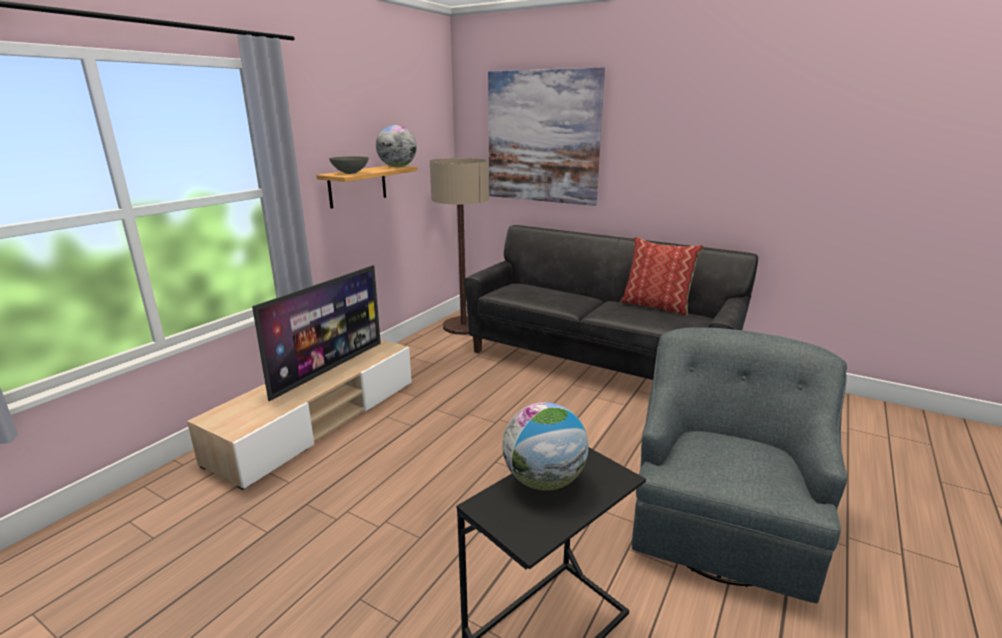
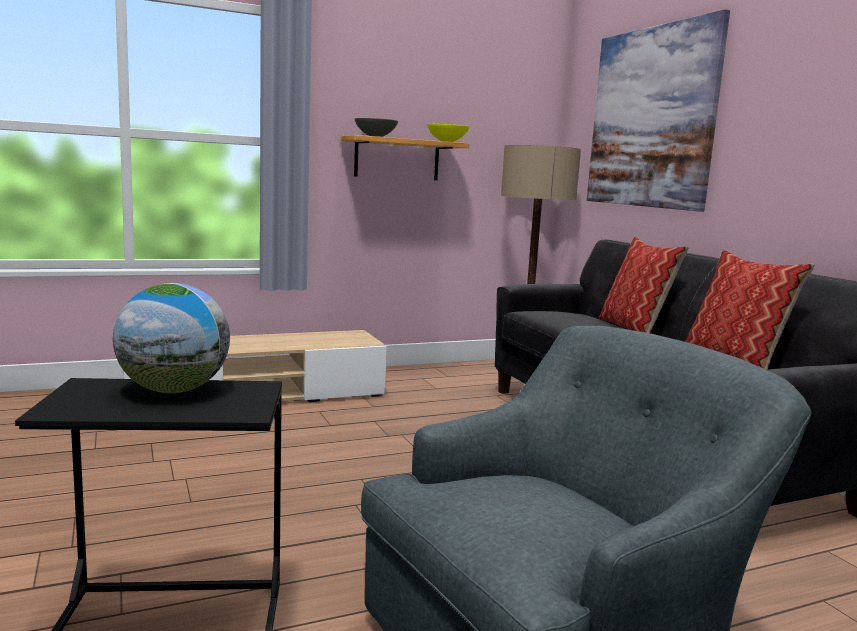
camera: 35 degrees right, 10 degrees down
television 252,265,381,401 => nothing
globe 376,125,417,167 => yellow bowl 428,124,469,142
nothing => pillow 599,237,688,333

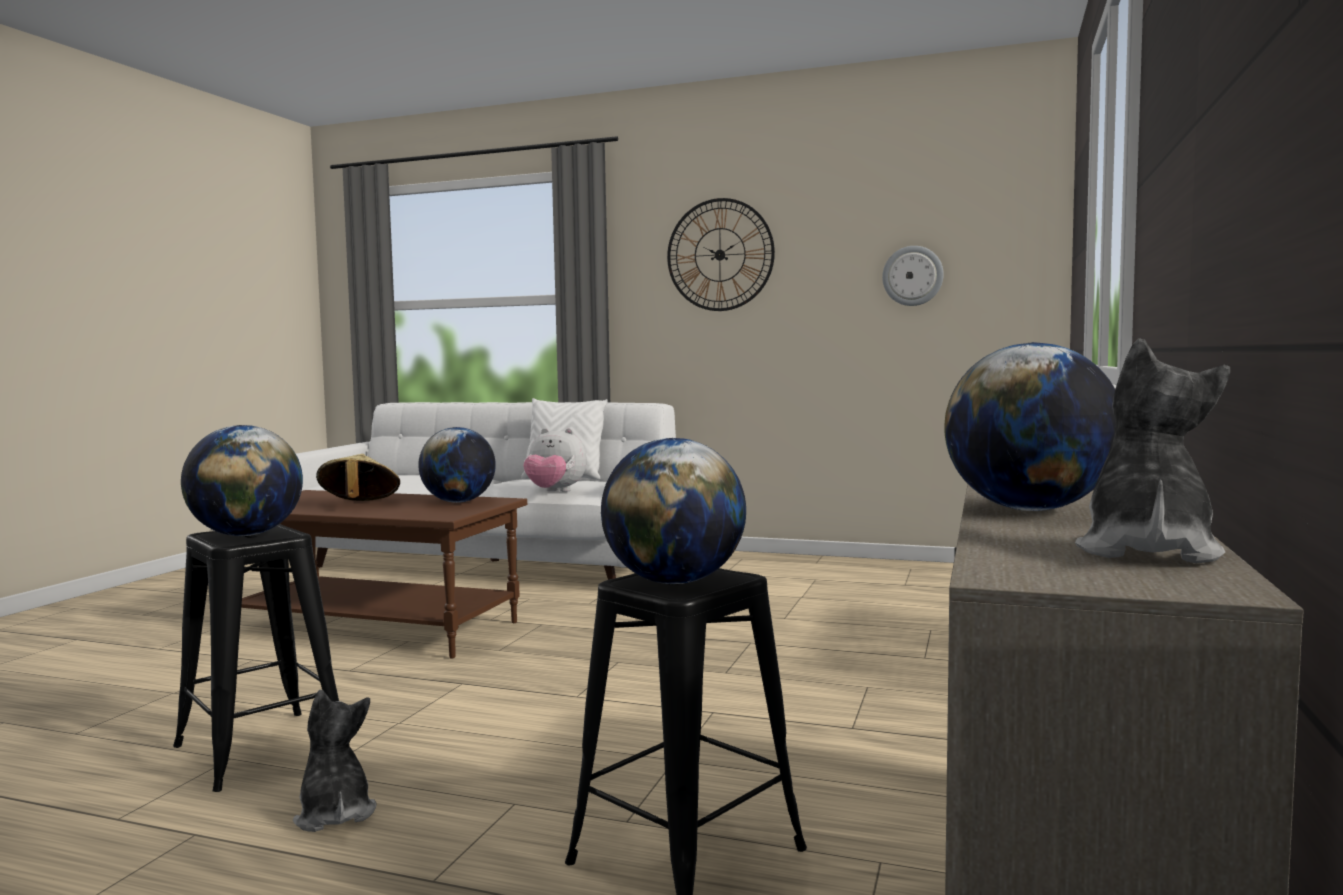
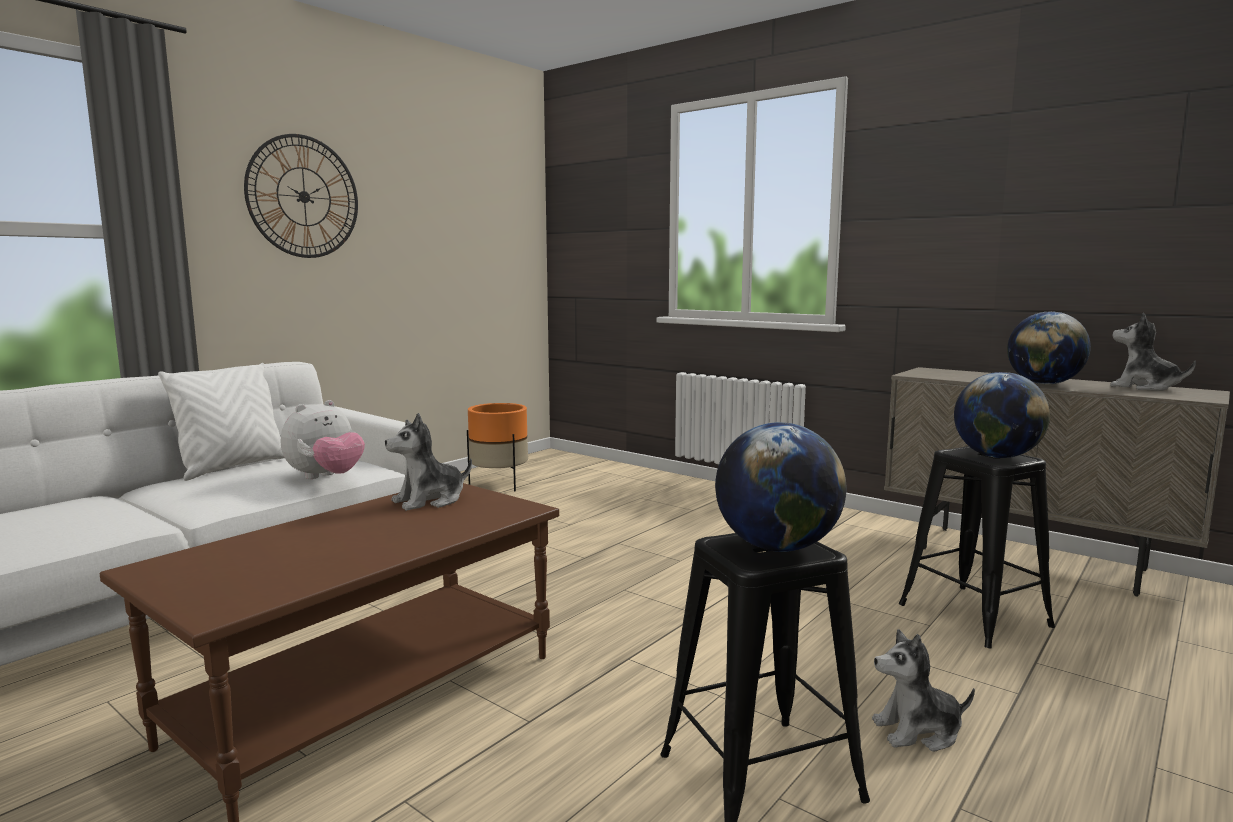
camera: 70 degrees left, 5 degrees up
beige hat 316,454,400,501 => nothing
globe 418,427,496,503 => plush toy 385,413,472,511
wall clock 882,246,944,306 => nothing
nothing => orange planter 467,403,528,491

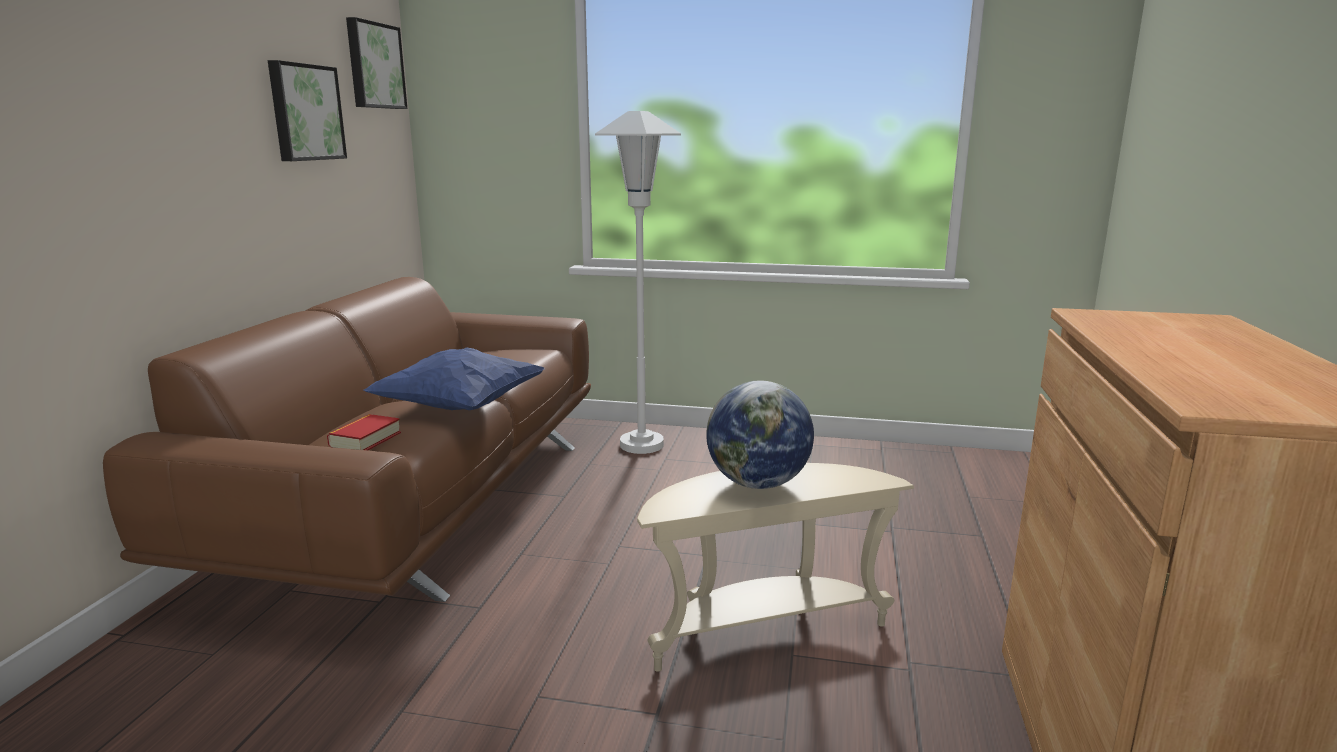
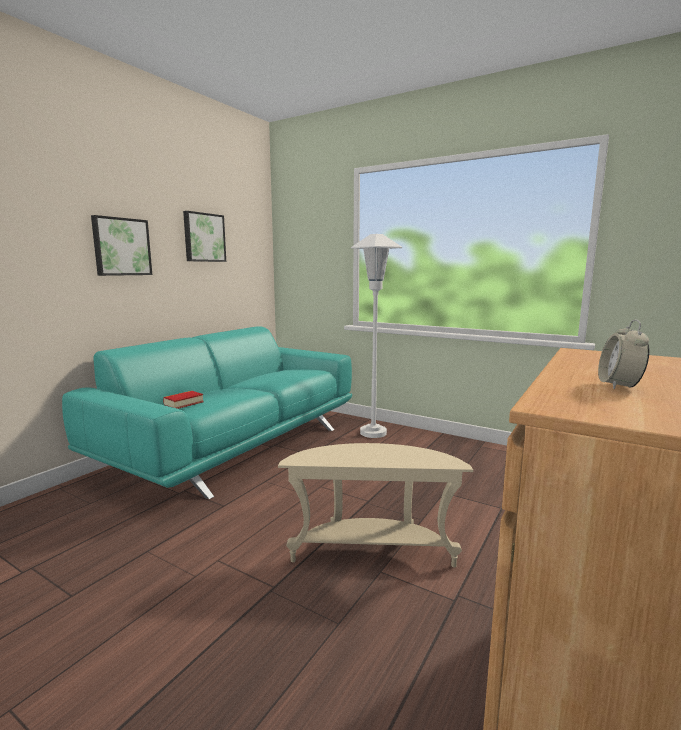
camera: 20 degrees right, 5 degrees down
brown sofa 103,277,591,602 => turquoise sofa 62,326,352,499
picture 346,17,407,109 => picture 91,215,152,276, shifted
blue pillow 363,347,544,410 => nothing
globe 706,380,814,489 => nothing
nothing => alarm clock 598,319,650,389

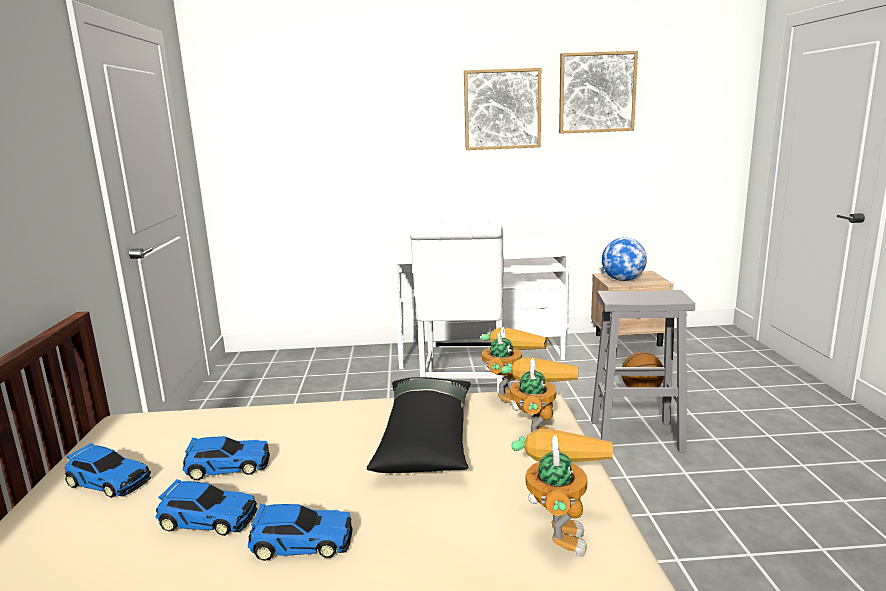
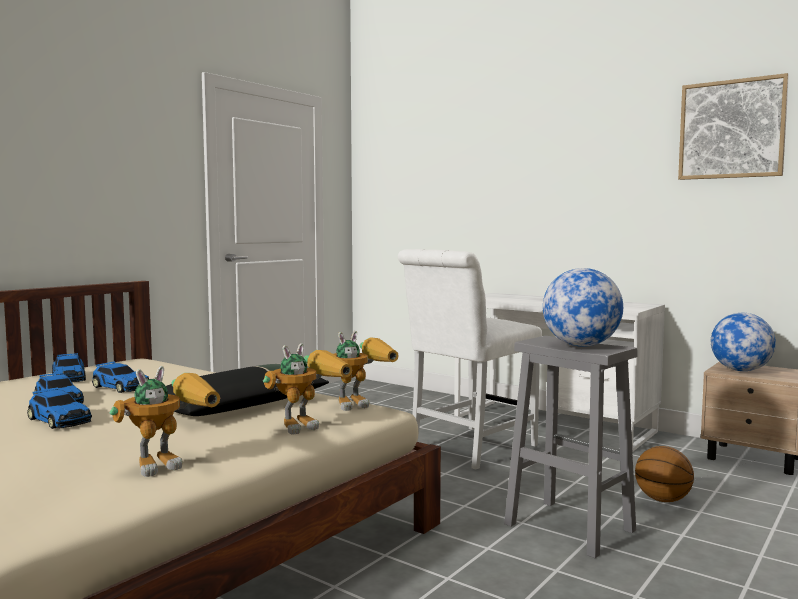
camera: 40 degrees right, 10 degrees down
picture 464,68,541,150 => nothing
nothing => globe 543,268,623,347

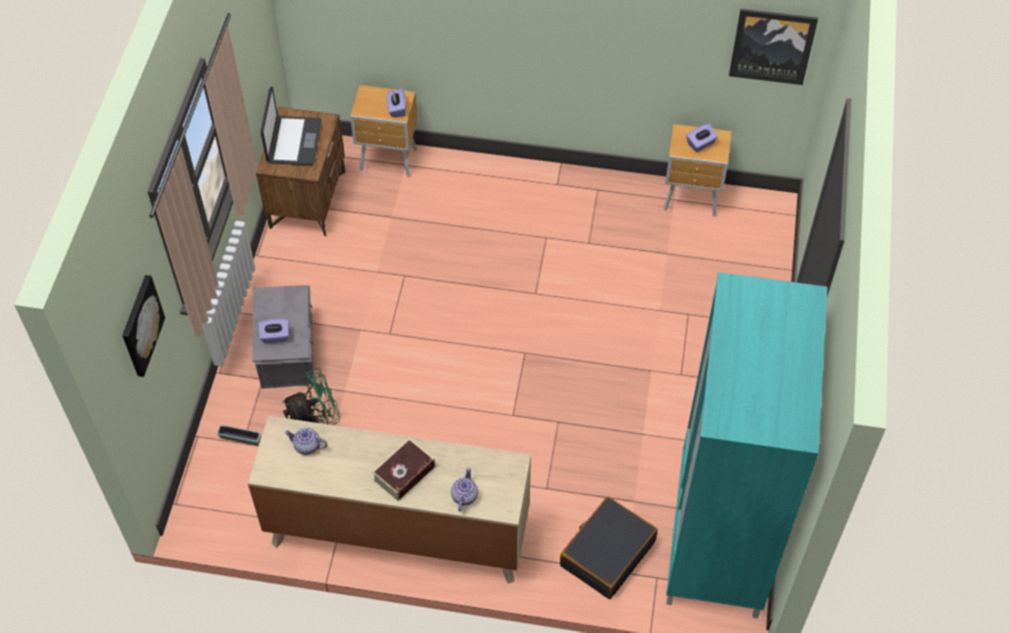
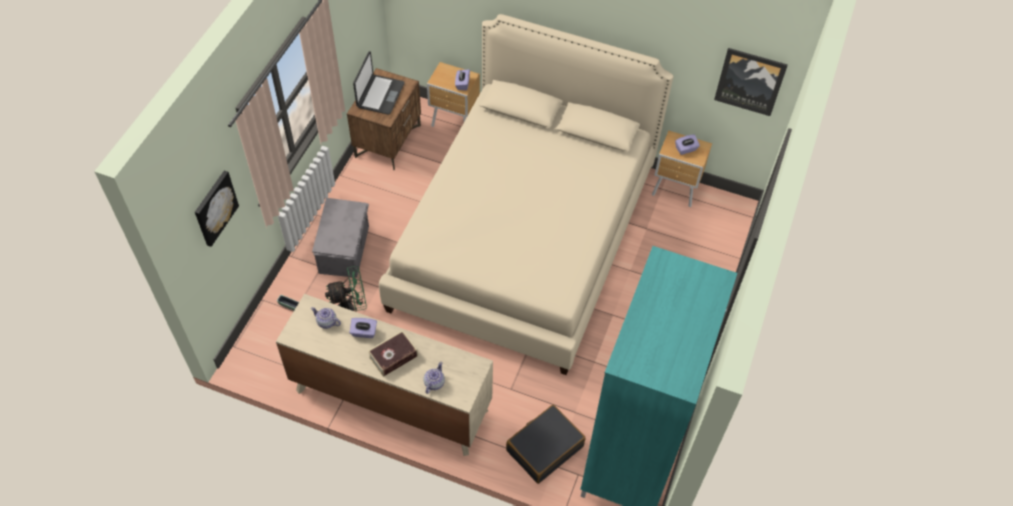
camera: 10 degrees right, 0 degrees up
purple tissue box 258,319,289,343 => purple tissue box 349,318,377,338, shifted
nothing => beige bed 379,14,673,375

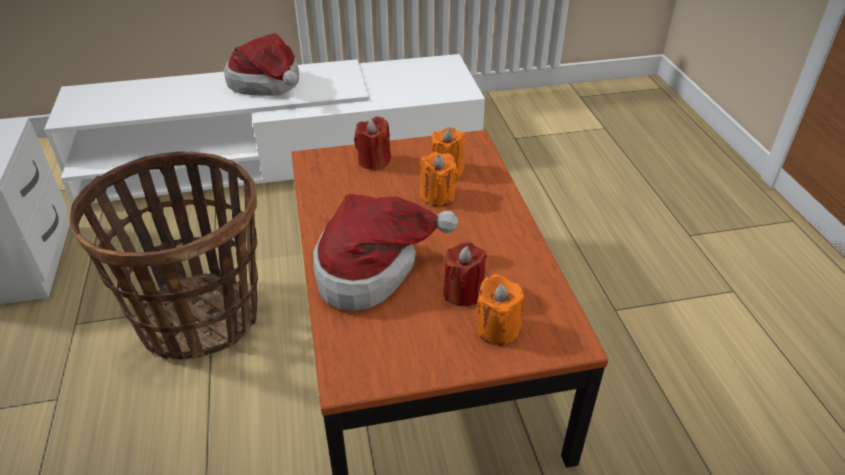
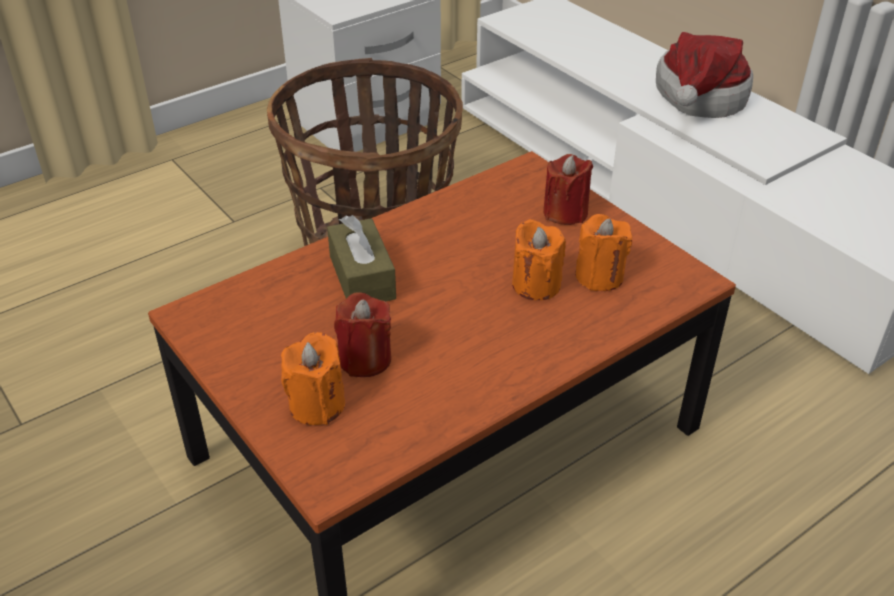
camera: 65 degrees right, 0 degrees up
hat 313,194,458,311 => brown tissue box 327,215,396,301

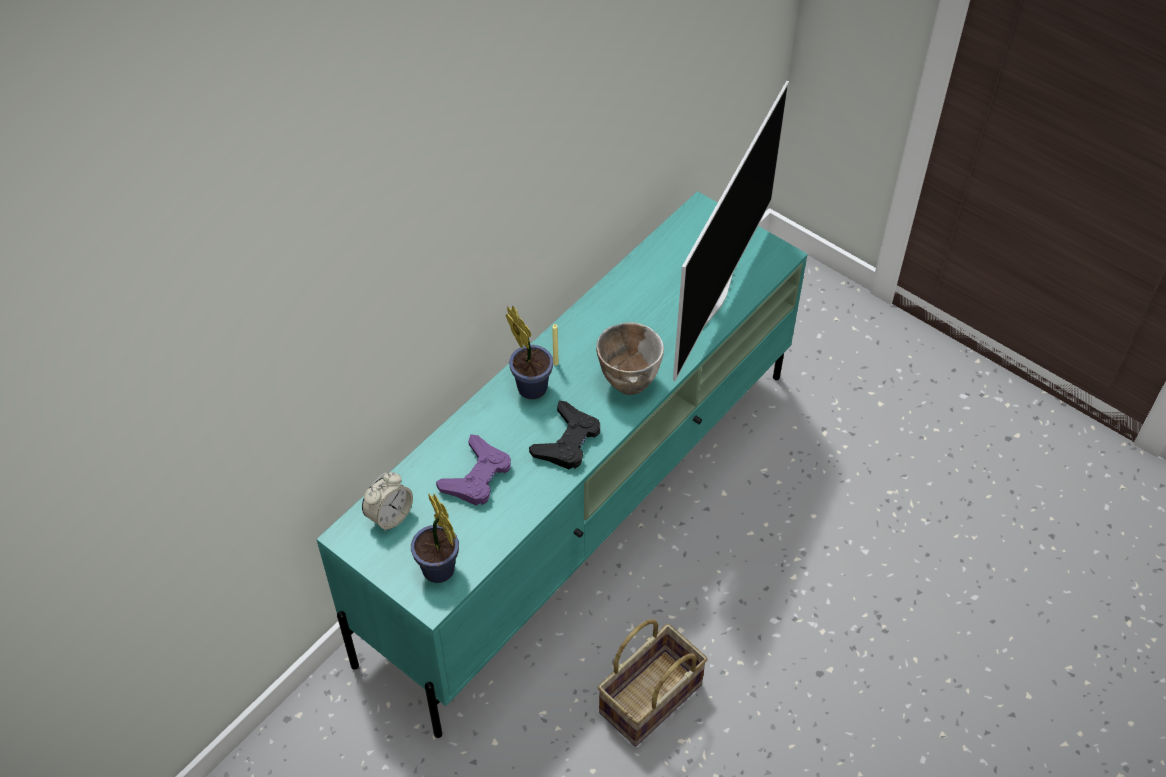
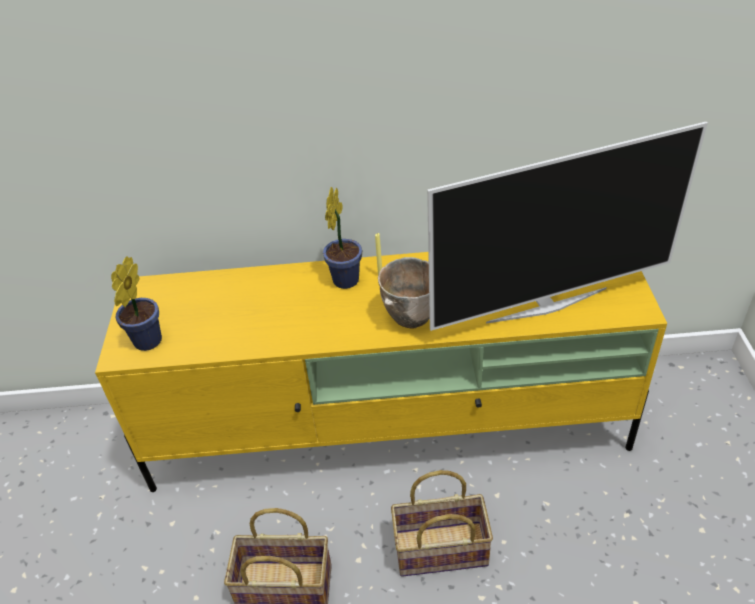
camera: 50 degrees right, 10 degrees down
turquoise tv stand 316,191,808,738 => yellow tv stand 95,252,667,492
alarm clock 362,472,413,532 => nothing
purple game controller 436,434,511,506 => nothing
black game controller 529,401,600,469 => nothing
nothing => basket 391,470,493,577

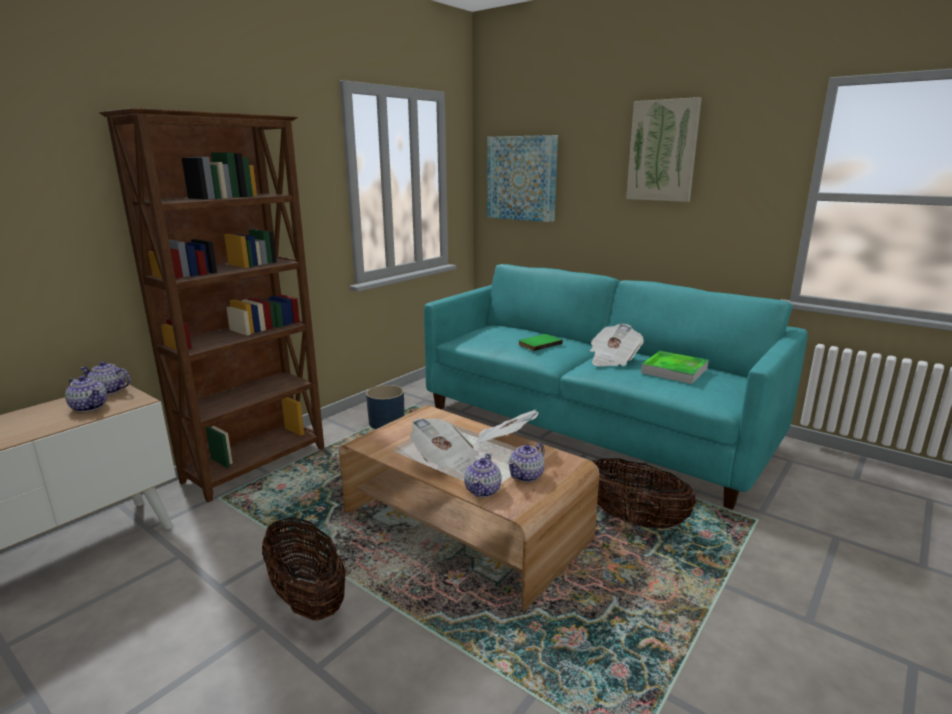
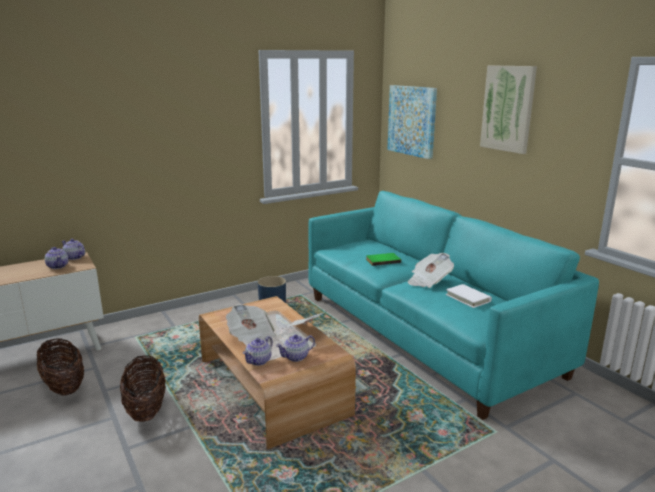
camera: 20 degrees right, 0 degrees up
brown bookcase 99,108,324,502 => nothing
basket 592,458,697,529 => basket 37,338,84,395, shifted
tray 641,351,709,384 => white book 445,284,492,308

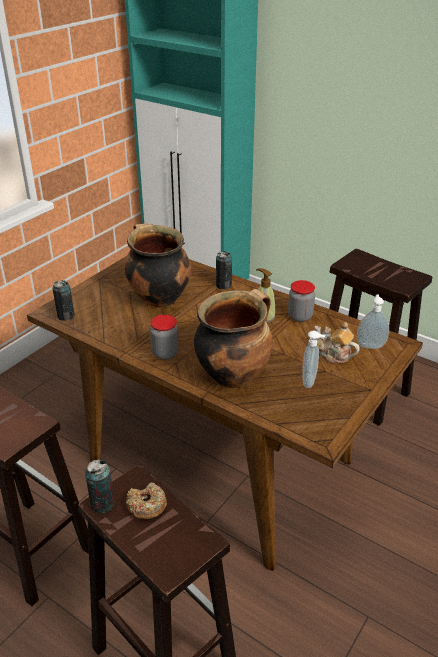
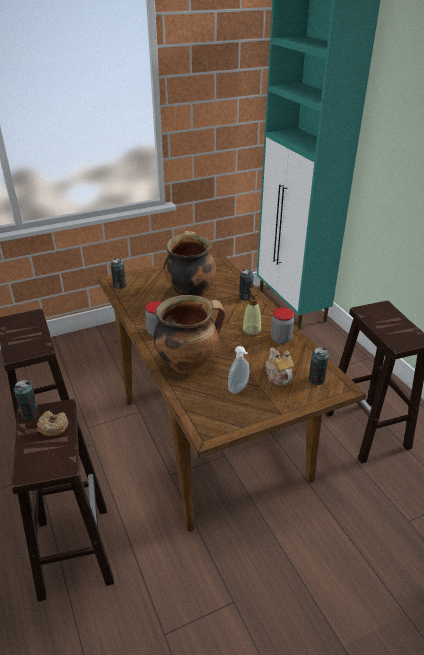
camera: 30 degrees right, 0 degrees up
soap dispenser 357,295,389,349 => can 308,347,329,385

